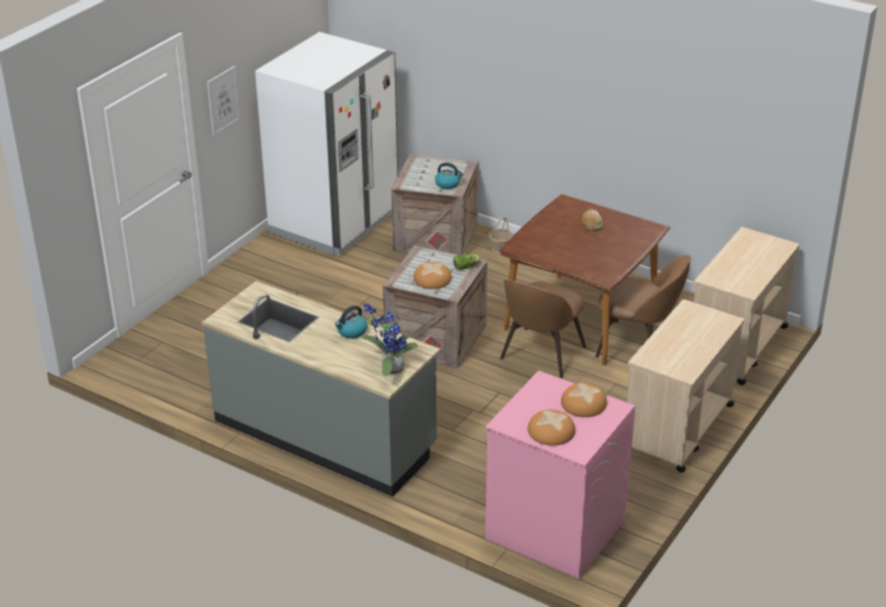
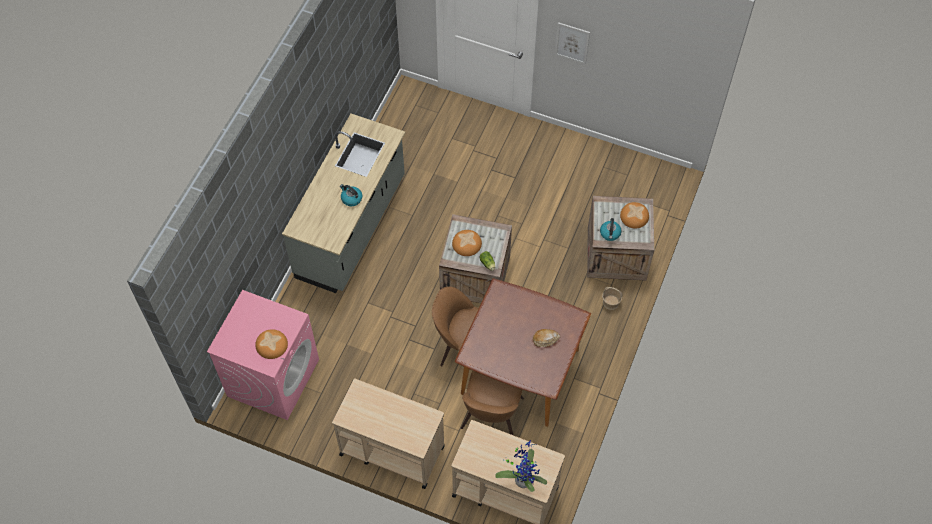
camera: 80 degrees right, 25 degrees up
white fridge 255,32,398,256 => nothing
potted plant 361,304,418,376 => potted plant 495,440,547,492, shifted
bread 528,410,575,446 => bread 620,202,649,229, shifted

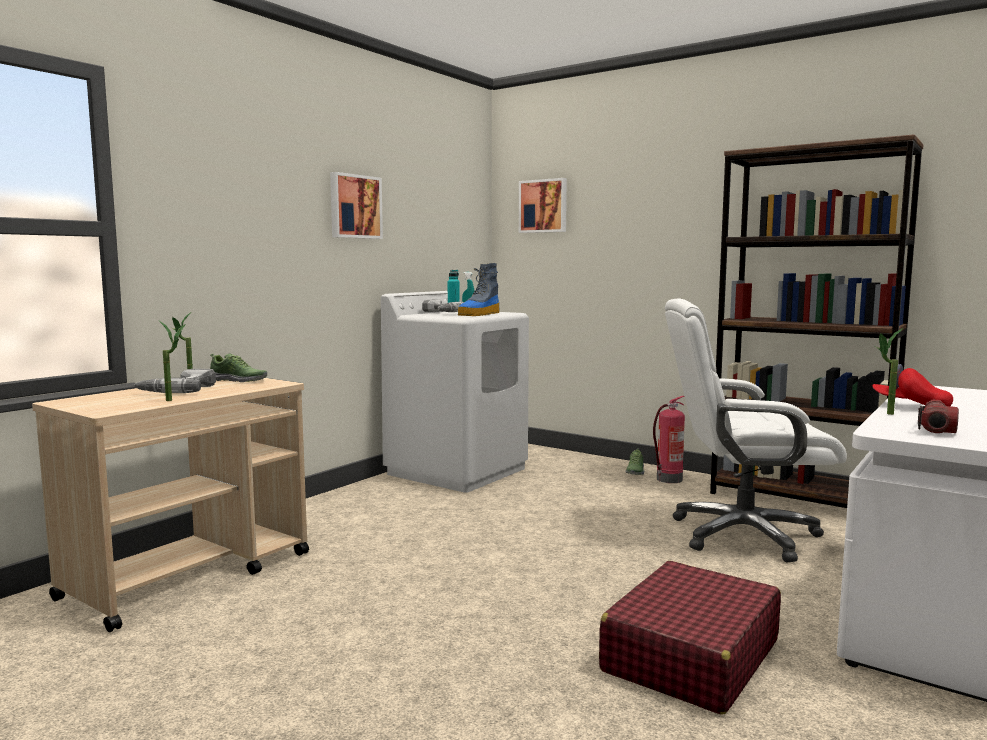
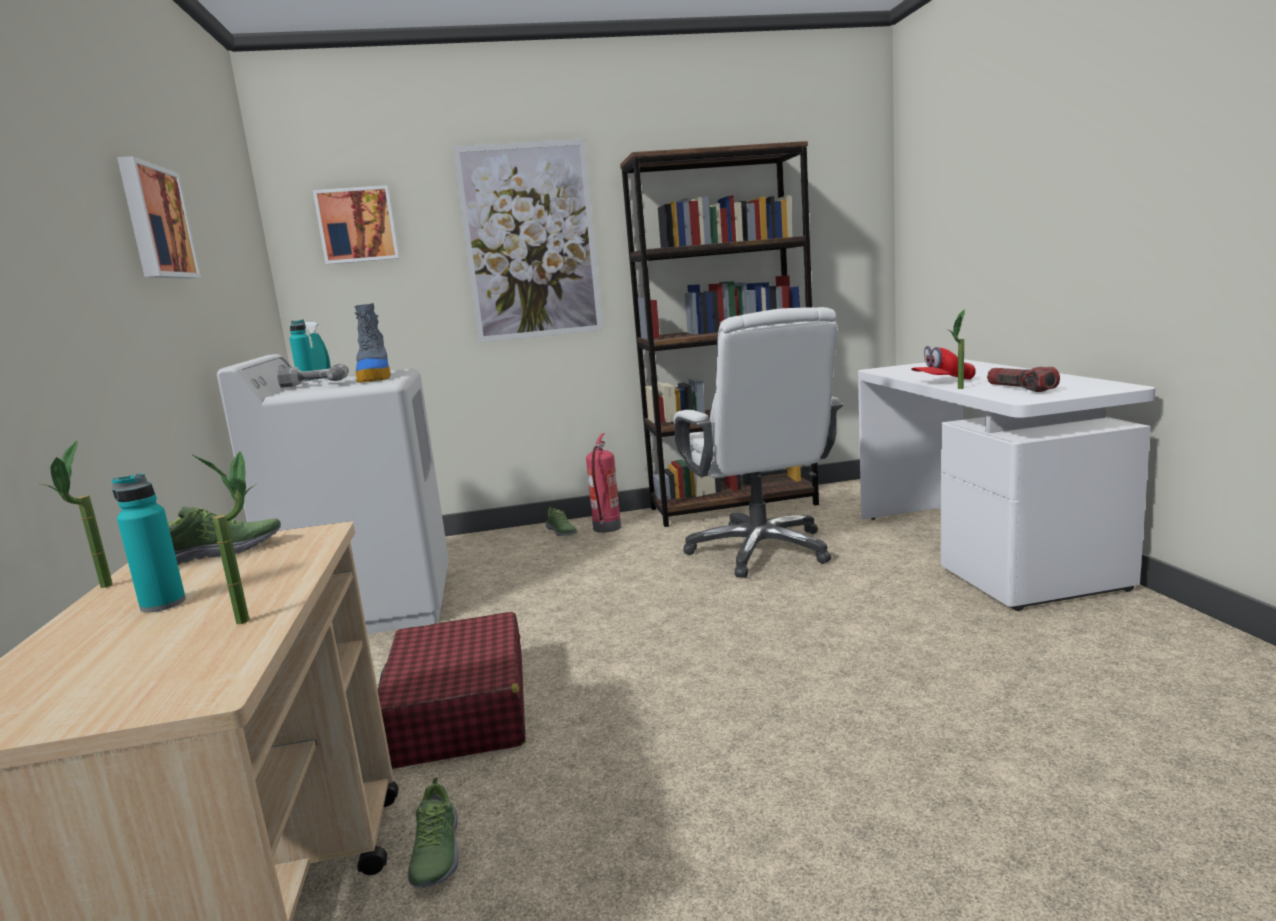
camera: 45 degrees left, 5 degrees up
power drill 134,369,216,393 => turquoise bottle 112,473,186,612
red suitcase 599,561,781,715 => red suitcase 378,612,525,769, shifted
white office chair 665,298,847,563 => white office chair 673,307,843,578, 60 degrees counterclockwise
nothing => shoe 408,777,459,888
nothing => picture 452,139,603,343

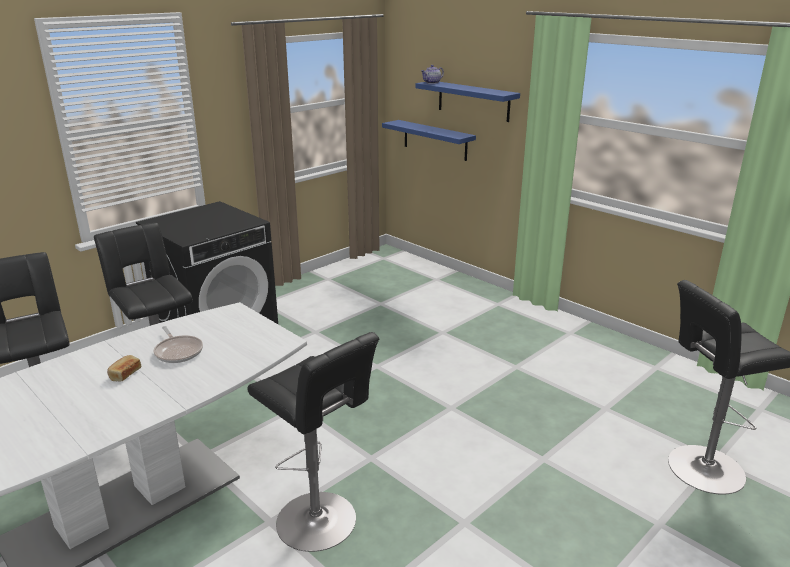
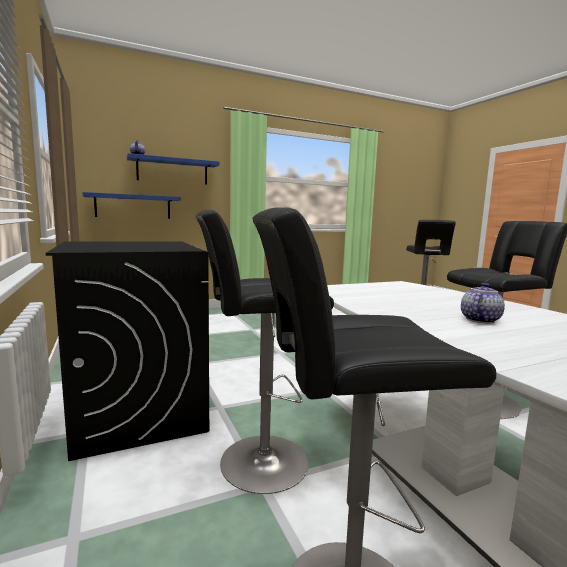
camera: 70 degrees left, 15 degrees down
bread 107,355,141,381 => teapot 461,283,505,323
frying pan 154,326,203,363 => nothing

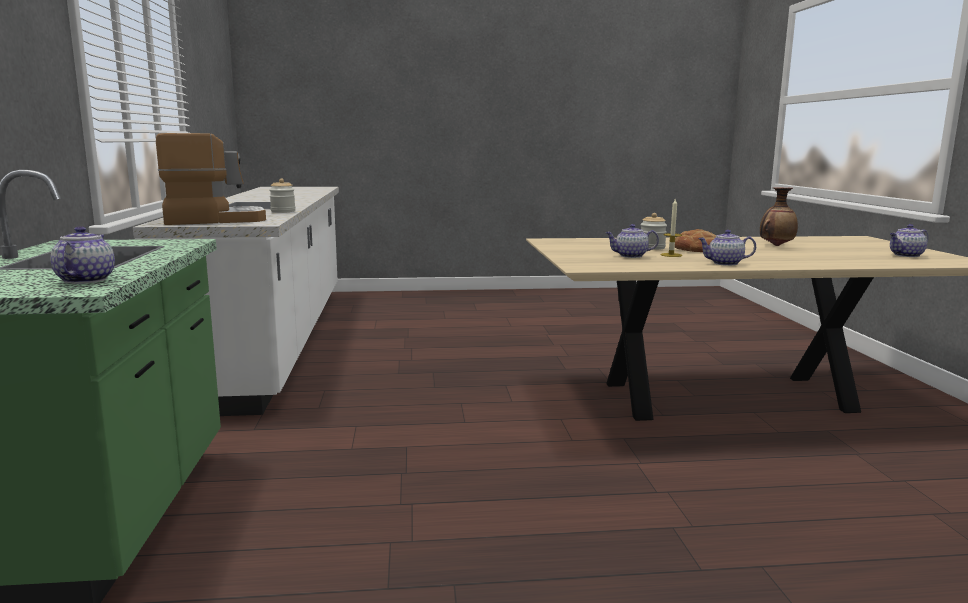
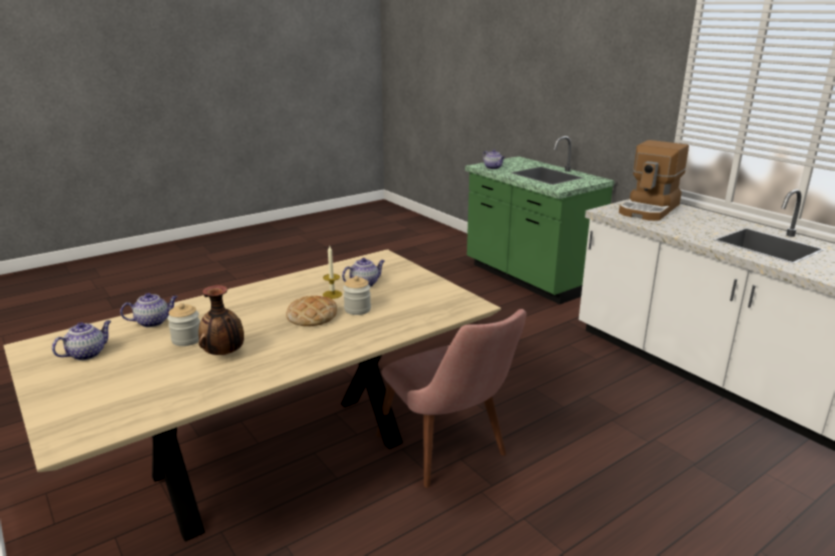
camera: 150 degrees right, 10 degrees up
jar 269,178,296,213 => jar 167,303,200,346, shifted
teapot 698,230,756,266 => teapot 120,293,178,327, shifted
nothing => pink chair 376,309,526,488

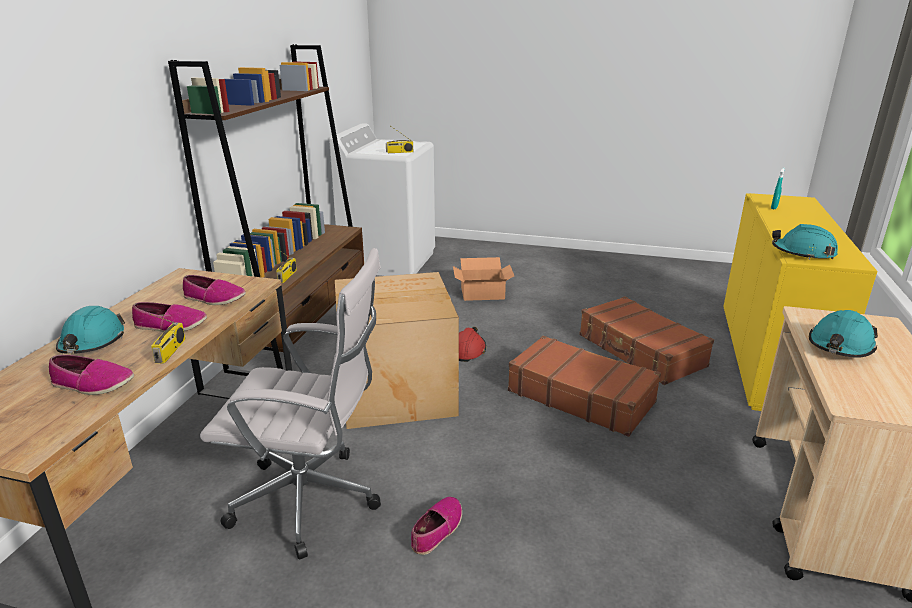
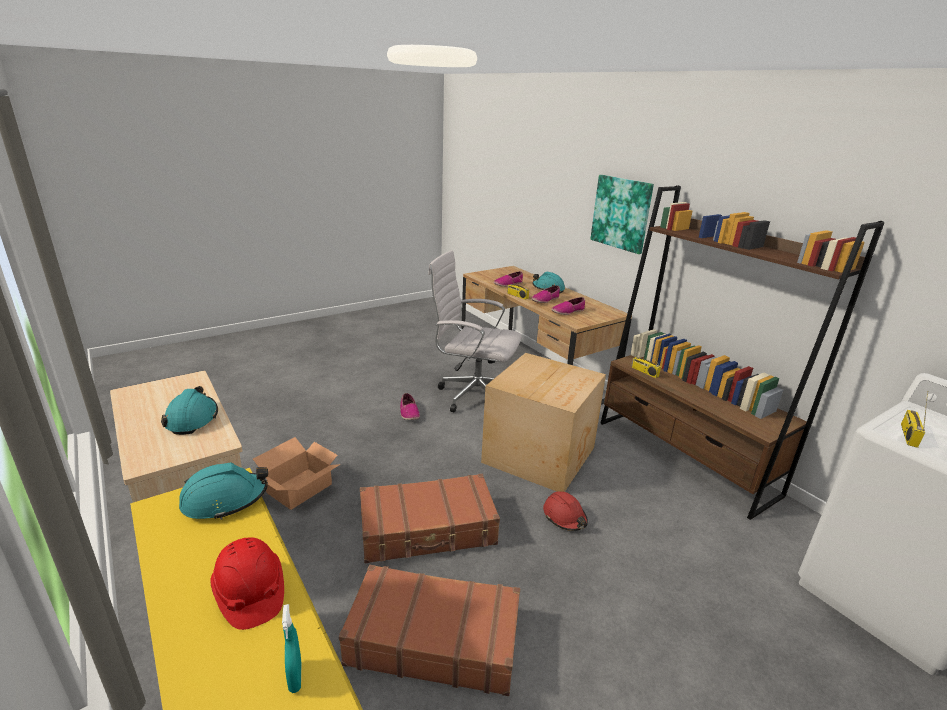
camera: 130 degrees right, 0 degrees up
white office chair 200,248,381,560 => white office chair 428,250,522,413, 60 degrees clockwise
cardboard box 453,257,514,301 => cardboard box 253,437,341,510, shifted
nothing => red hard hat 210,537,284,630
nothing => picture 590,175,654,254

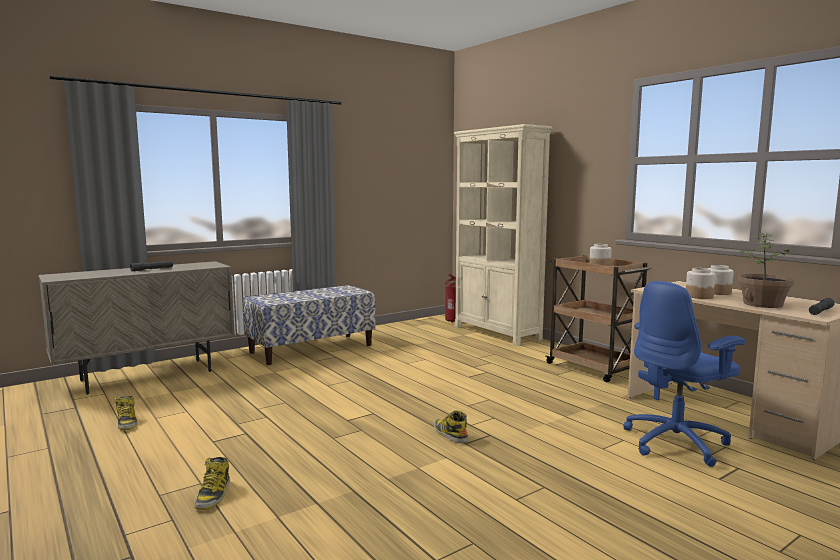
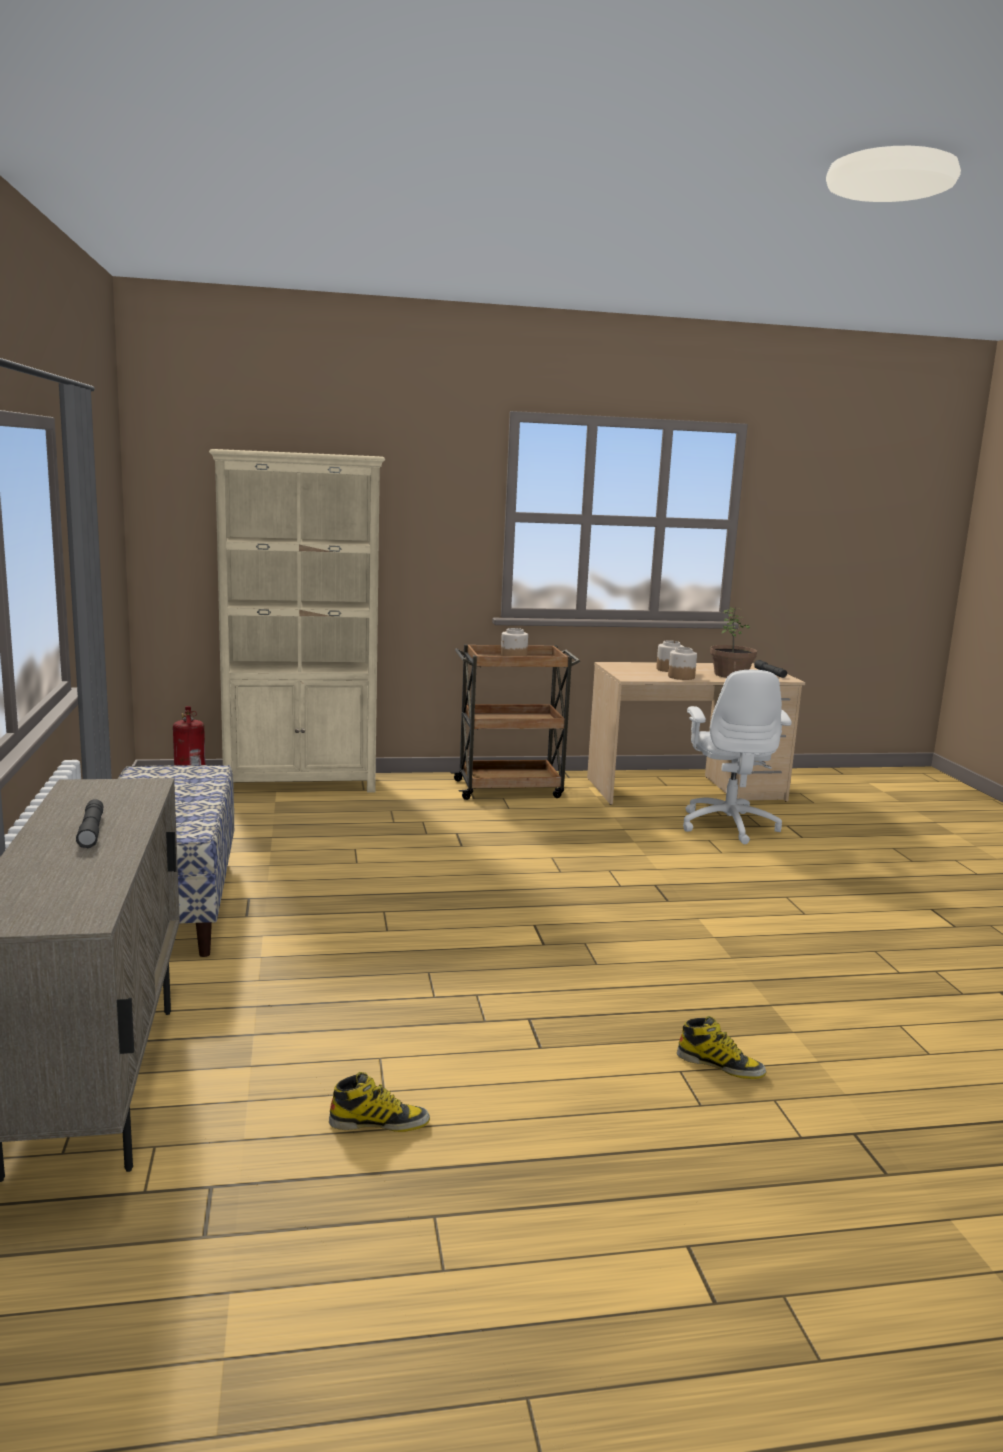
camera: 65 degrees left, 5 degrees up
boot 434,410,468,443 => nothing
blue office chair 623,281,745,467 => white office chair 683,670,792,844

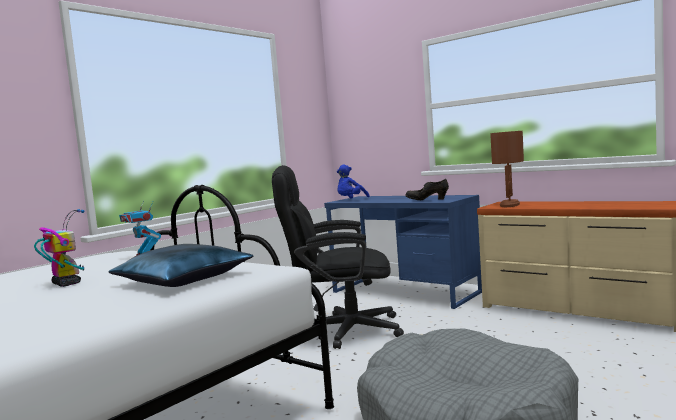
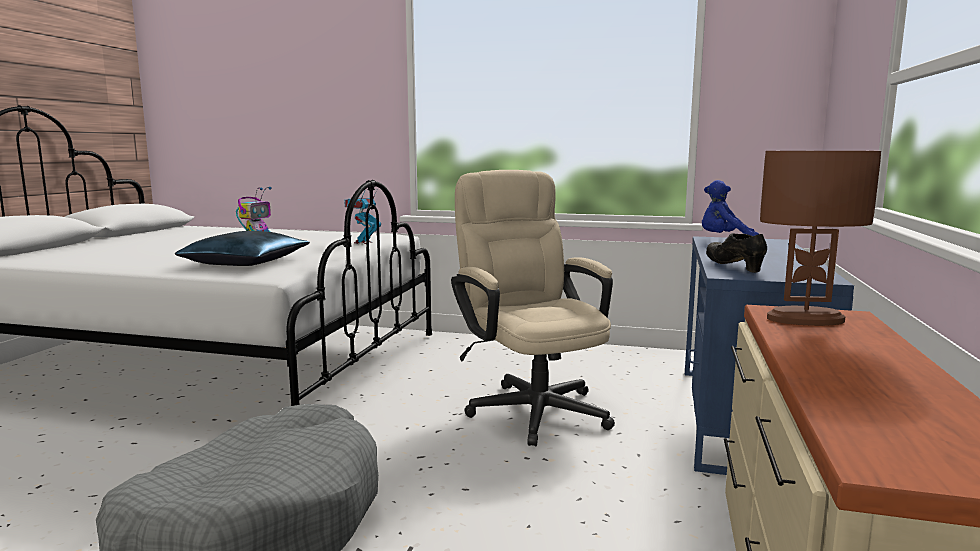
camera: 65 degrees right, 5 degrees up
black office chair 272,165,404,349 => beige office chair 451,170,615,446

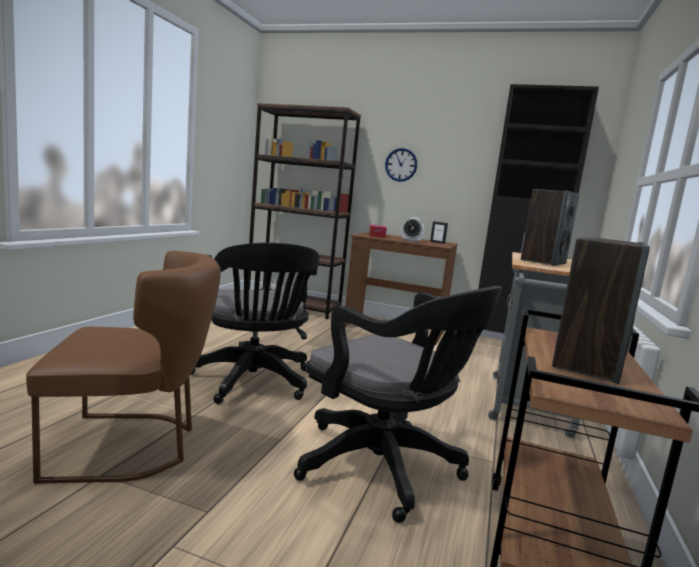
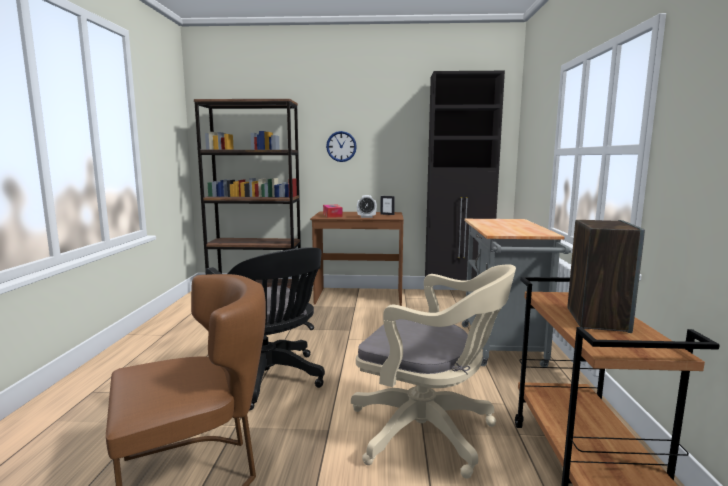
camera: 15 degrees left, 0 degrees up
black office chair 294,286,502,523 => beige office chair 351,264,516,479
speaker 521,189,579,266 => nothing

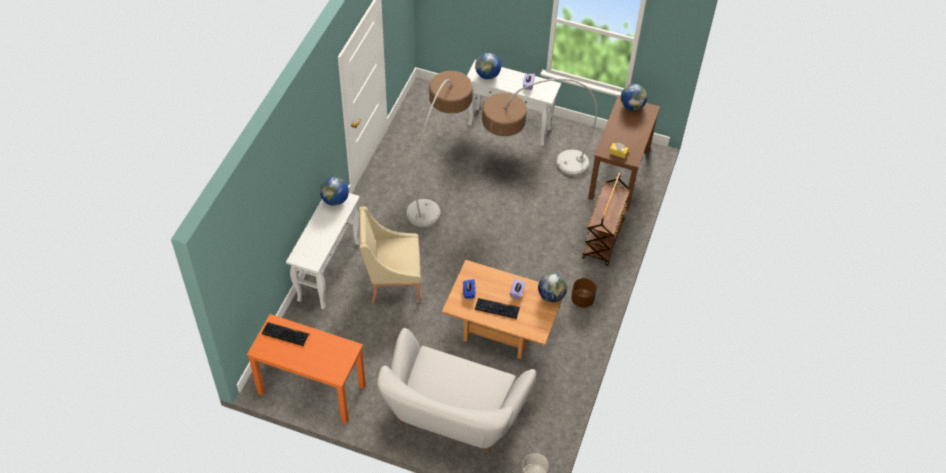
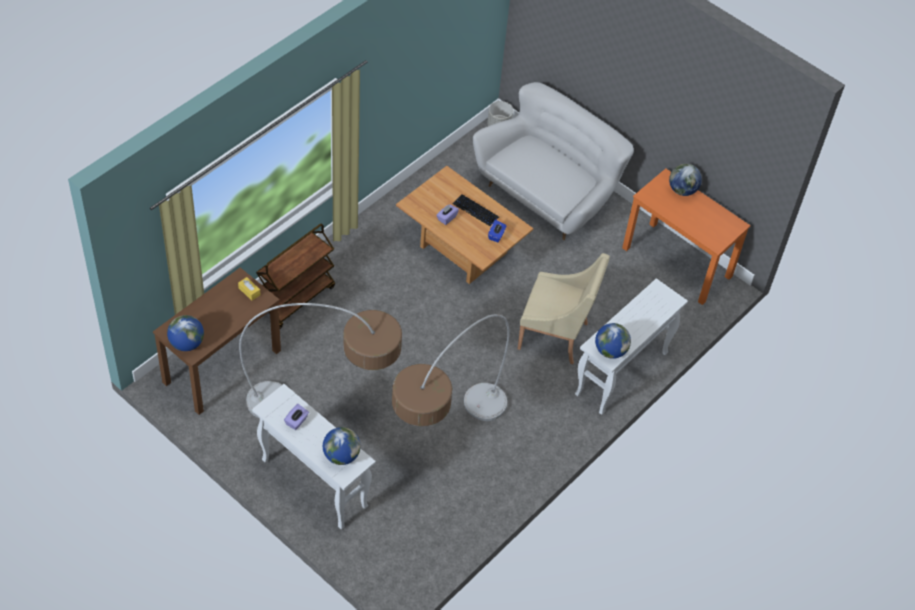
camera: 160 degrees left, 0 degrees up
keyboard 262,322,309,346 => nothing
globe 538,273,567,302 => globe 669,164,702,196, shifted
brown planter 571,278,597,308 => nothing

